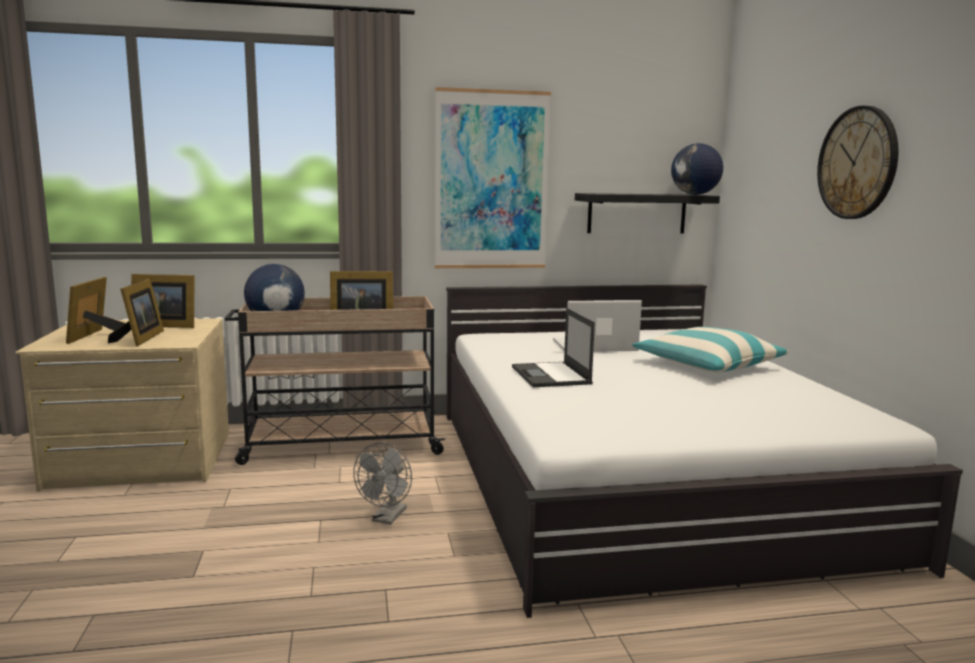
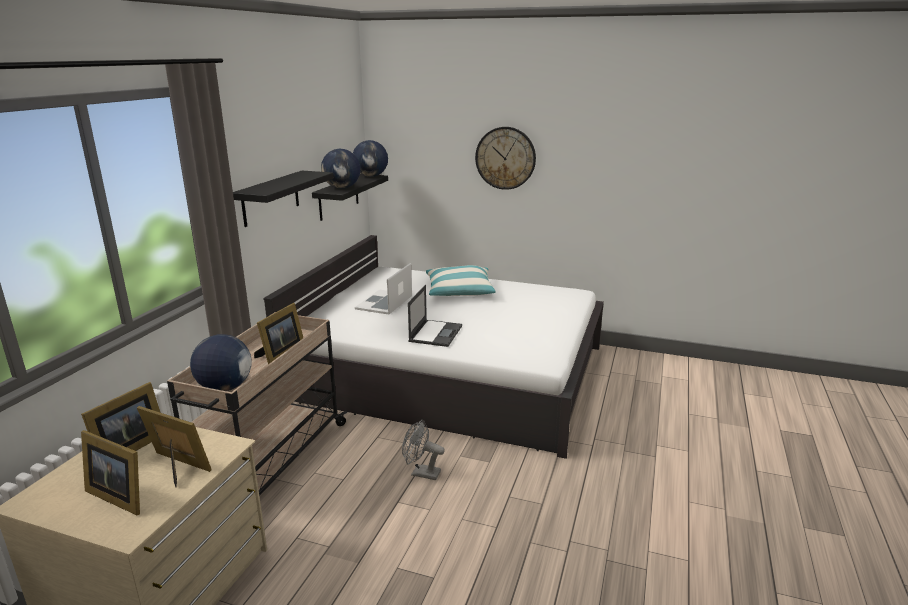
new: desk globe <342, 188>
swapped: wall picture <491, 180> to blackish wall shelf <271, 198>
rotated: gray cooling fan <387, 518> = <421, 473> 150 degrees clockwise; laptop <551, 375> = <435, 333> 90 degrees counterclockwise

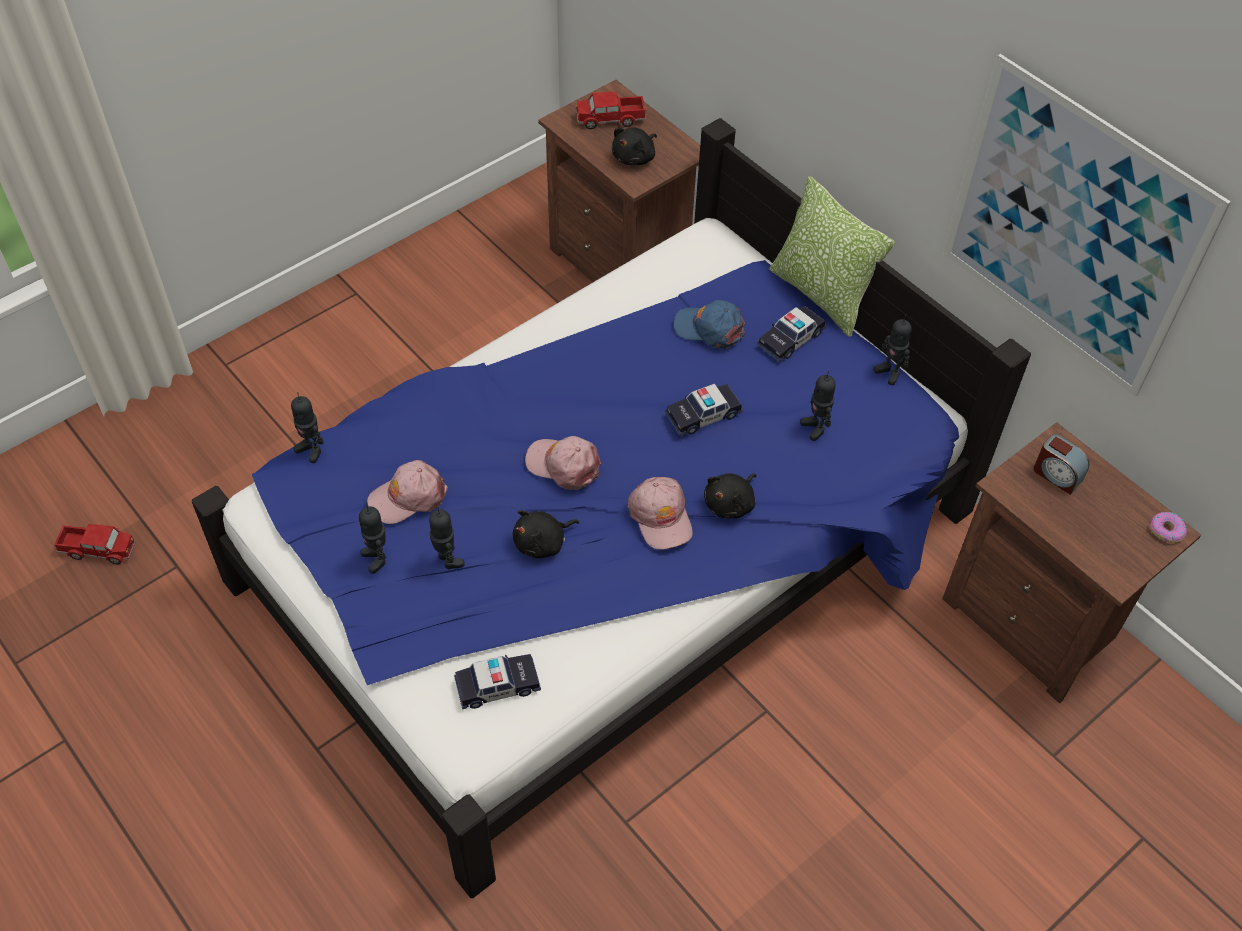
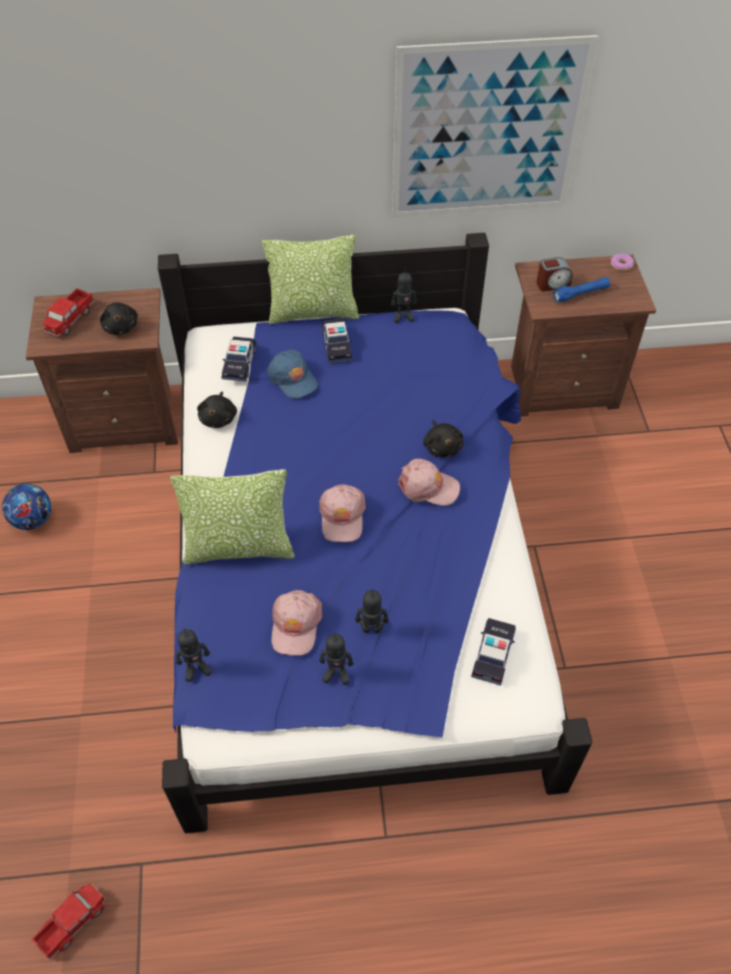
gone: model robot <815, 428>
new: football ball <33, 520>; cushion <239, 547>; blue-coloured torch <580, 294>
shifted: blackish plush toy <542, 543> to <219, 418>; model car <703, 415> to <239, 363>
rotated: pink peaked cap <563, 465> = <342, 517> 60 degrees counterclockwise; blue-coloured peaked cap <709, 328> = <293, 378> 90 degrees counterclockwise

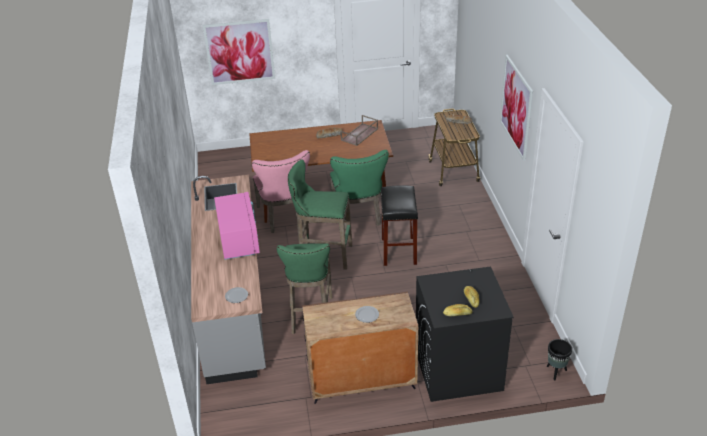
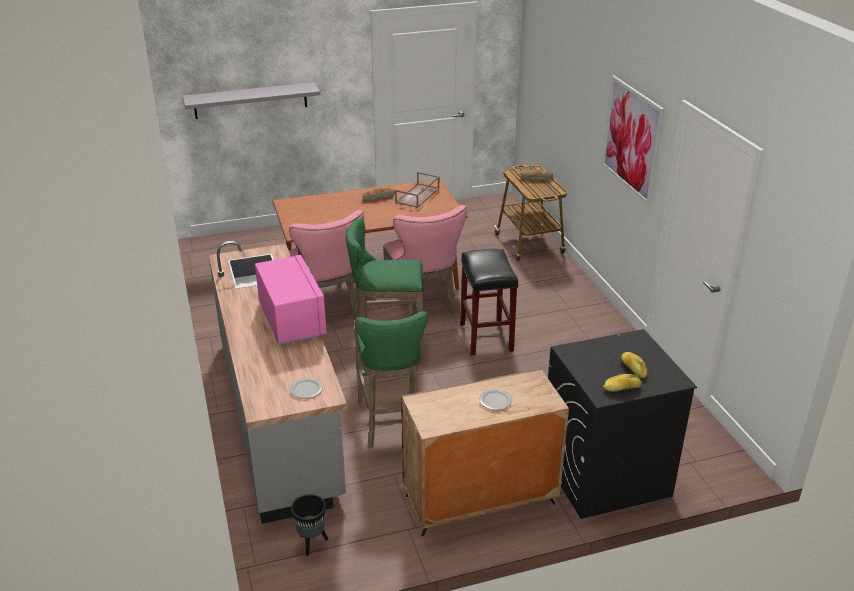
shifted: blackish planter <555, 372> to <311, 543>
swapped: wall picture <239, 52> to gray wall shelf <250, 100>
repainted: green-coloured chair <358, 216> to pink chair <423, 299>

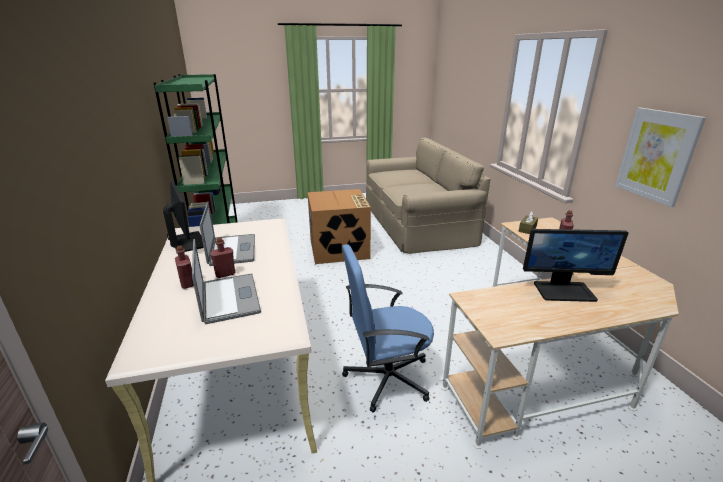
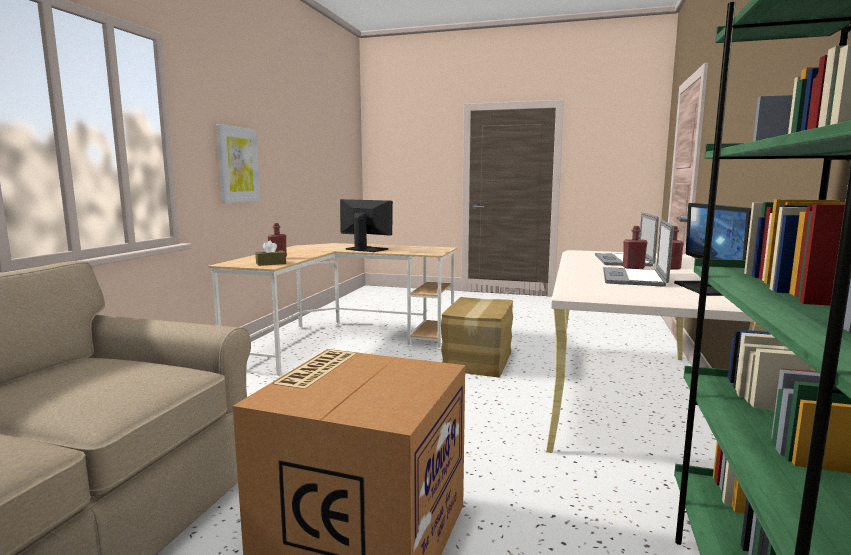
swapped: blue-coloured desk chair <386, 377> to packing box <479, 360>

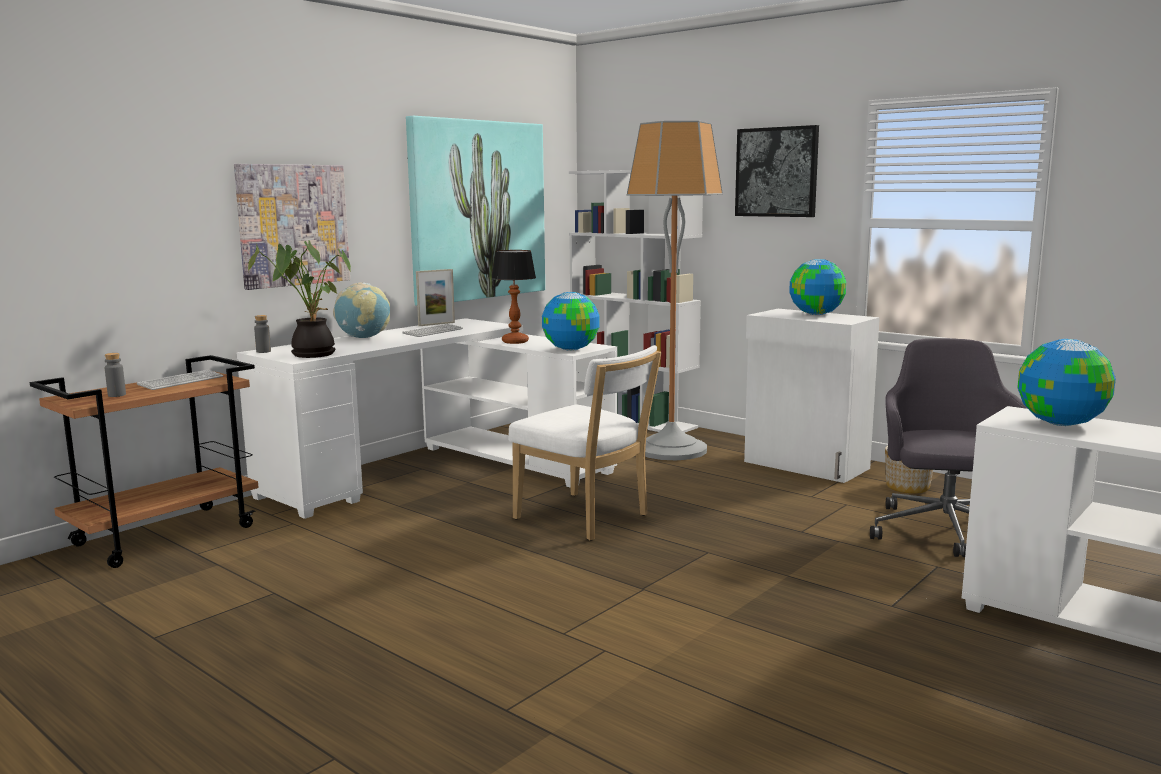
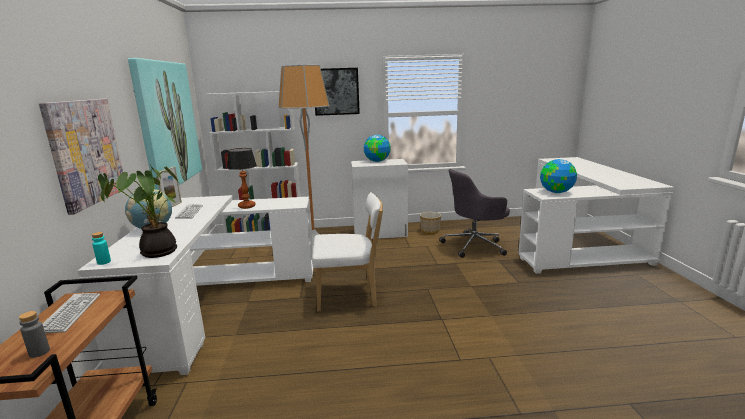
gone: desk globe <570, 349>
repainted: gray bottle <263, 351> to blue-green bottle <104, 262>
rotated: gray desk chair <944, 532> = <474, 245> 75 degrees counterclockwise

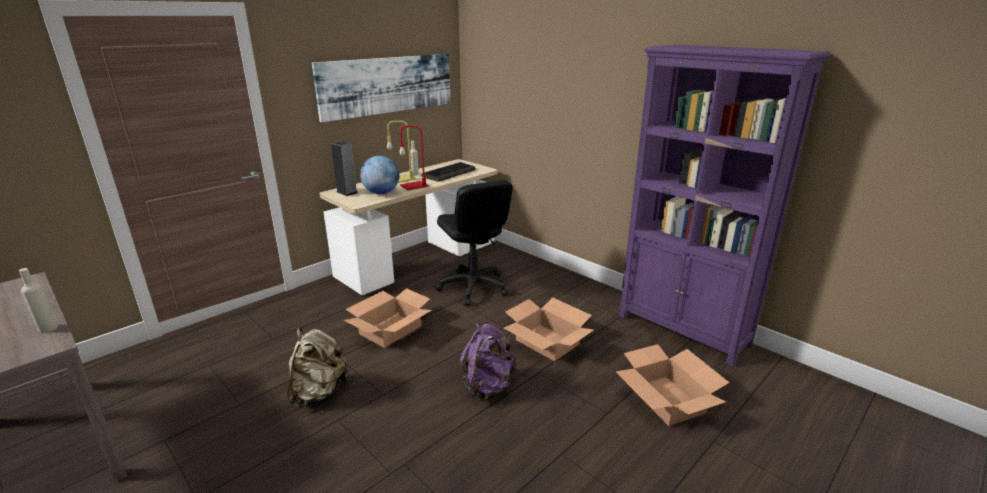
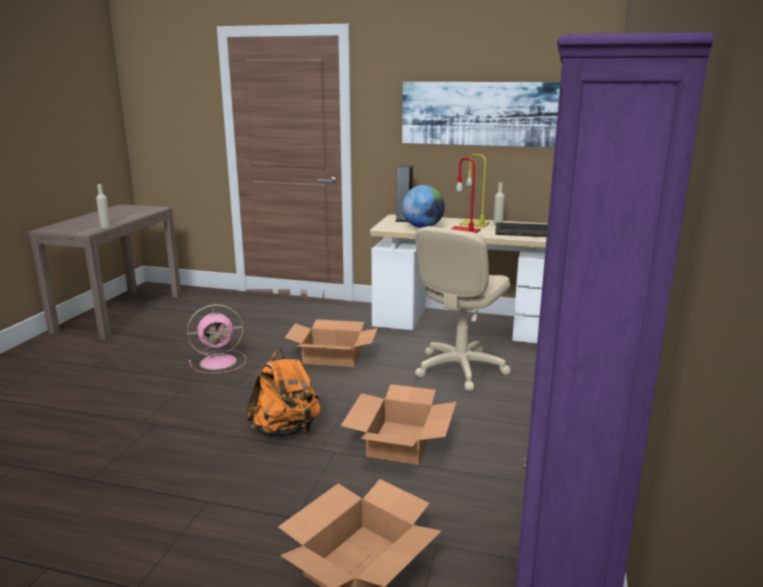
swapped: beige-coloured rucksack <319, 393> to pink cooling fan <220, 361>
repainted: blackish desk chair <473, 287> to beige-coloured desk chair <459, 369>; purple-coloured rucksack <488, 387> to orange-coloured rucksack <285, 430>

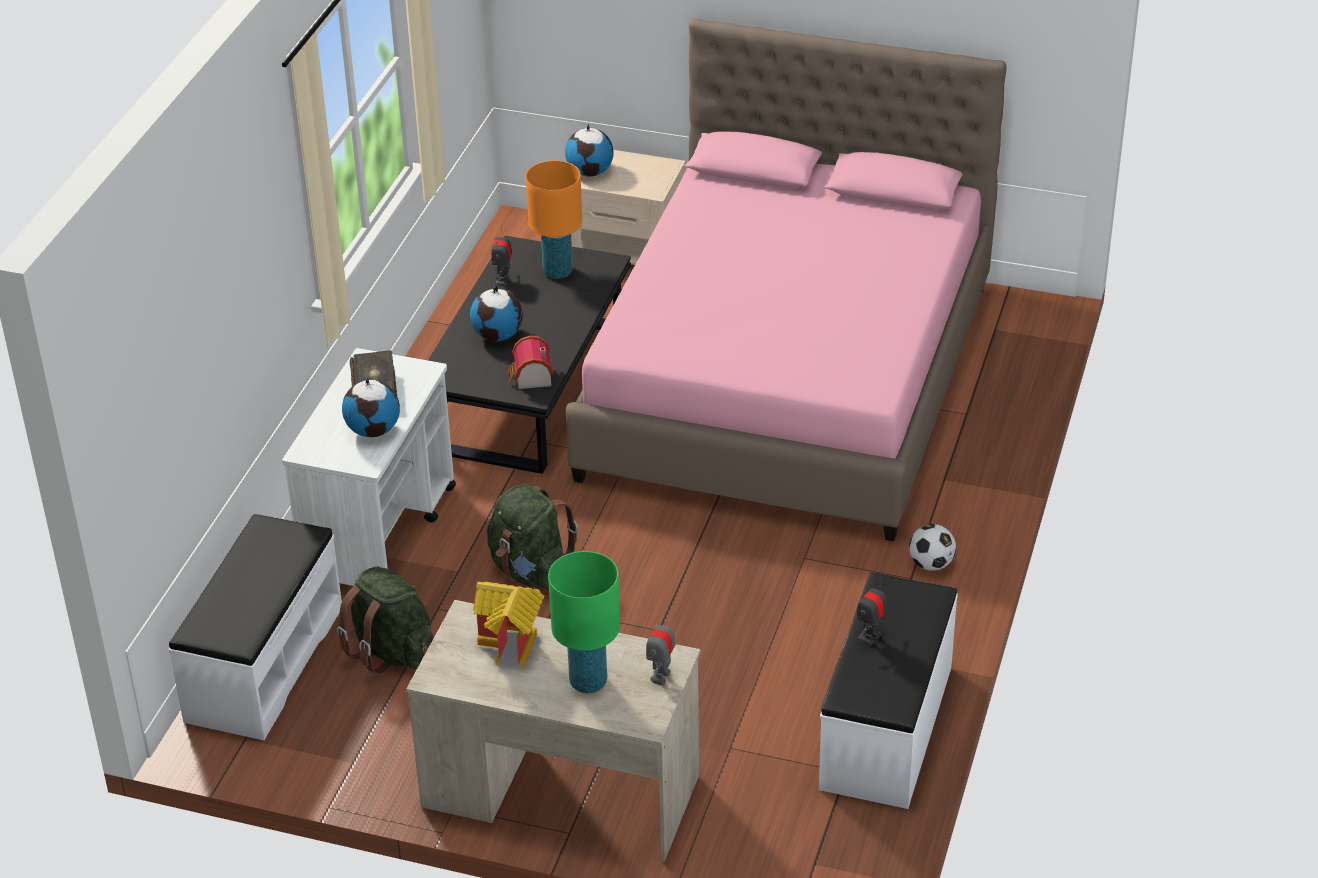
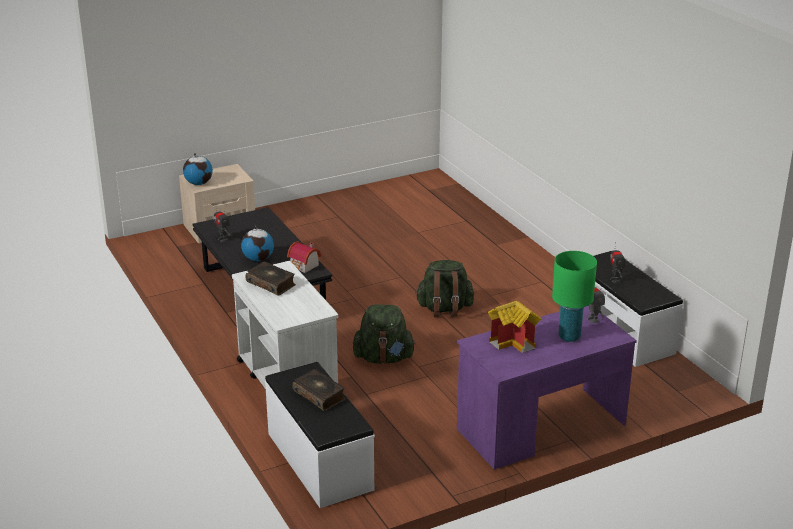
gone: desk globe <373, 430>; orange-coloured tabletop lamp <557, 272>; pink bed <789, 379>; football ball <931, 564>
new: book <319, 395>
shifted: green-coloured rucksack <392, 651> to <444, 309>
repainted: beige-coloured desk <560, 791> to purple-coloured desk <540, 427>

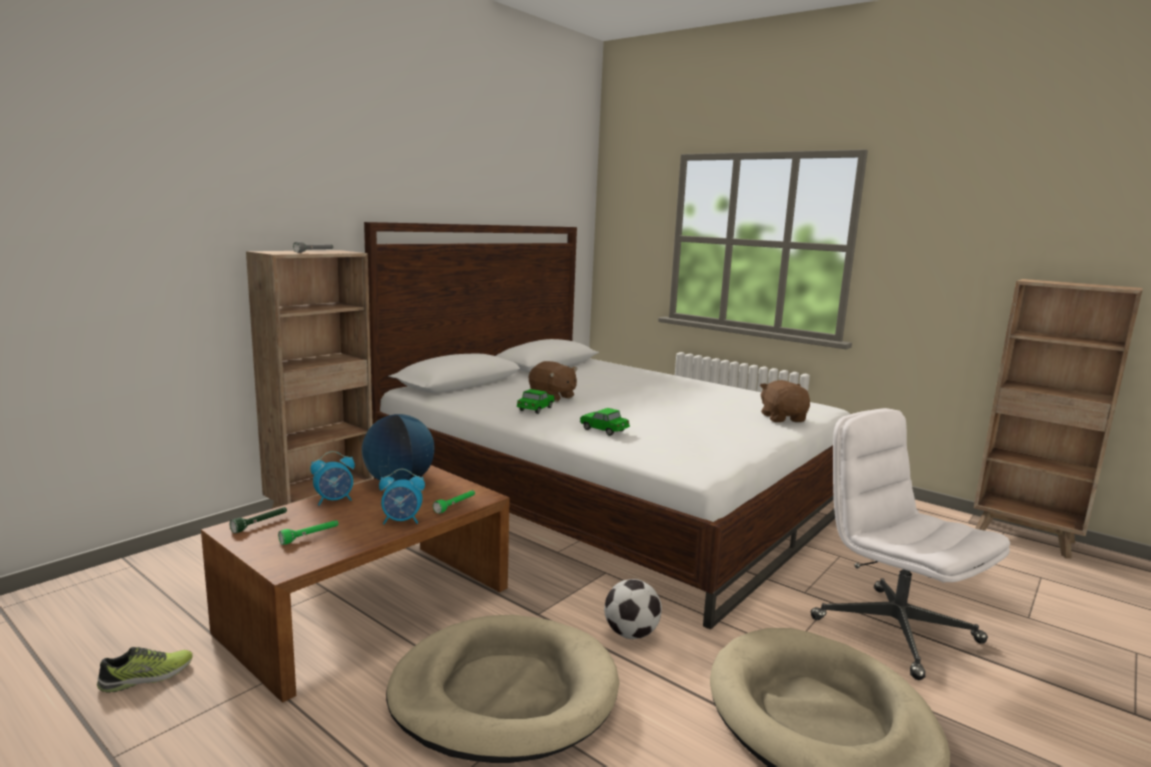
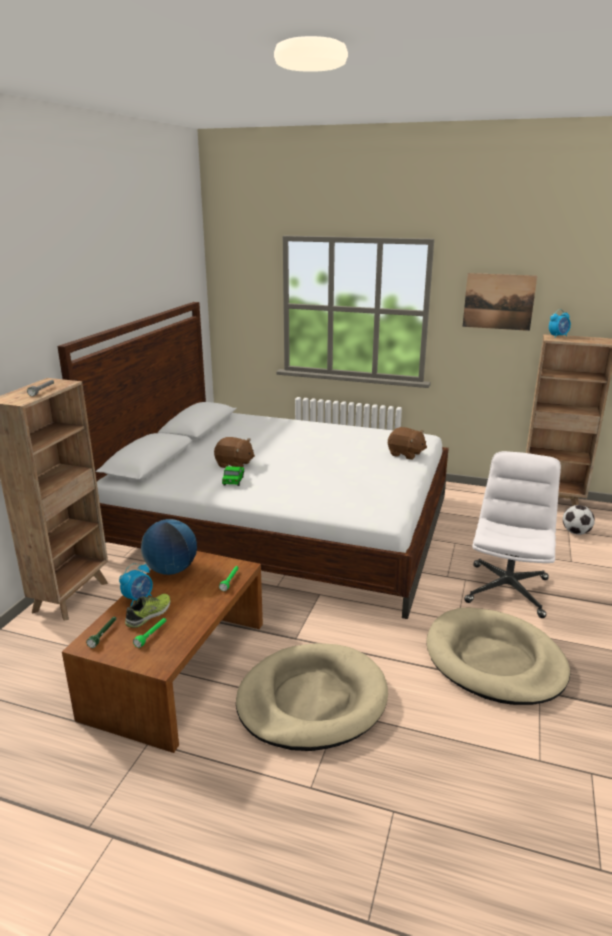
gone: model car <604, 430>
new: wall picture <498, 301>
shifted: low shoe <147, 677> to <149, 614>; bedside clock <402, 521> to <558, 336>; football ball <630, 634> to <575, 532>
rotated: brown plush toy <783, 418> = <405, 454> 150 degrees clockwise; white-coloured desk chair <893, 629> = <506, 589> 75 degrees clockwise

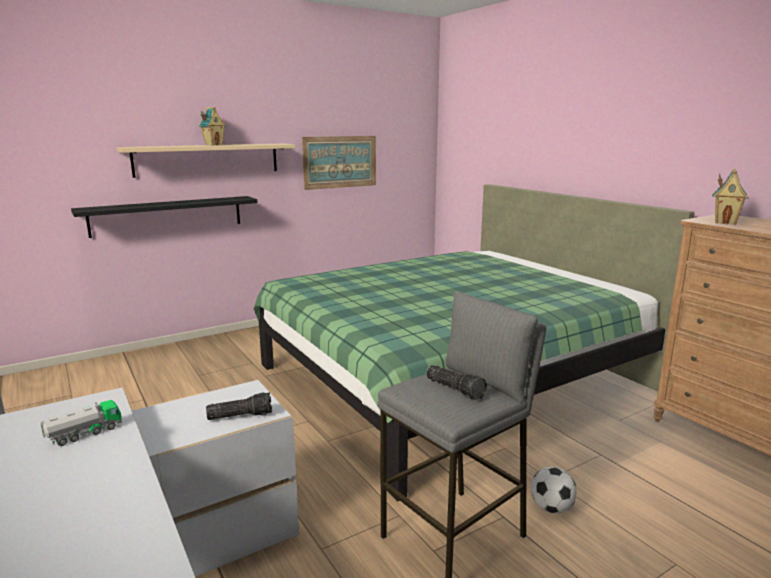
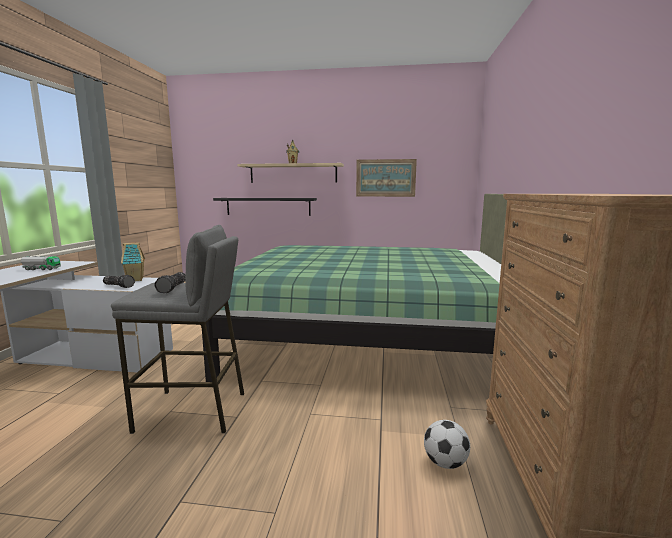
shifted: football ball <551, 508> to <445, 463>; toy house <725, 222> to <136, 280>

